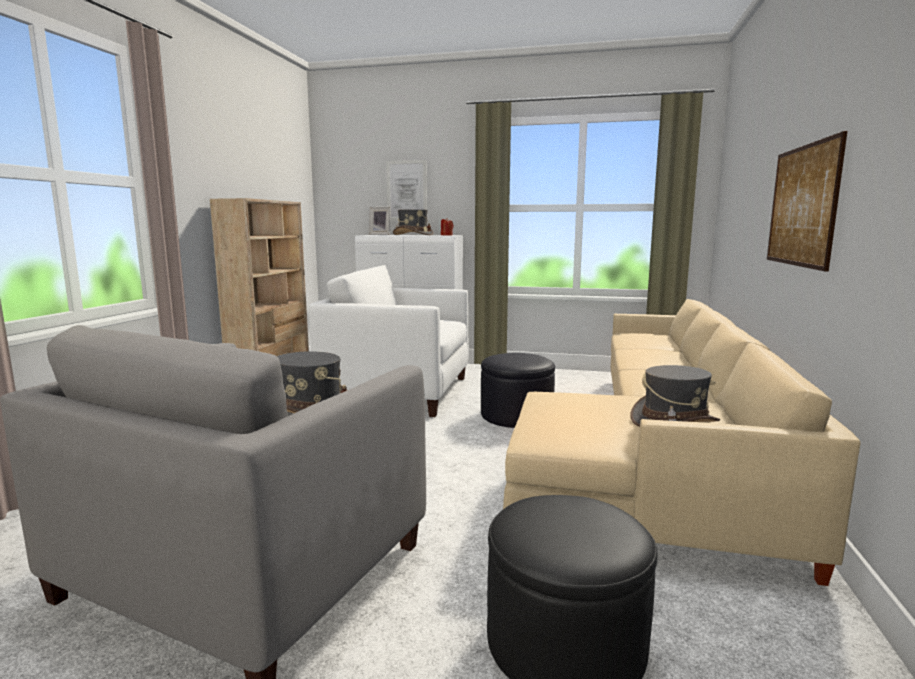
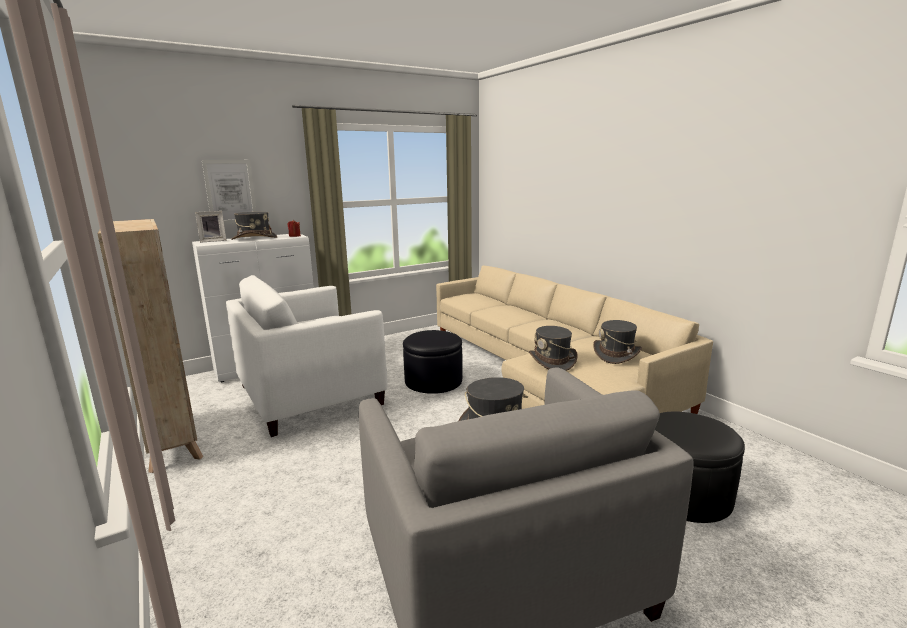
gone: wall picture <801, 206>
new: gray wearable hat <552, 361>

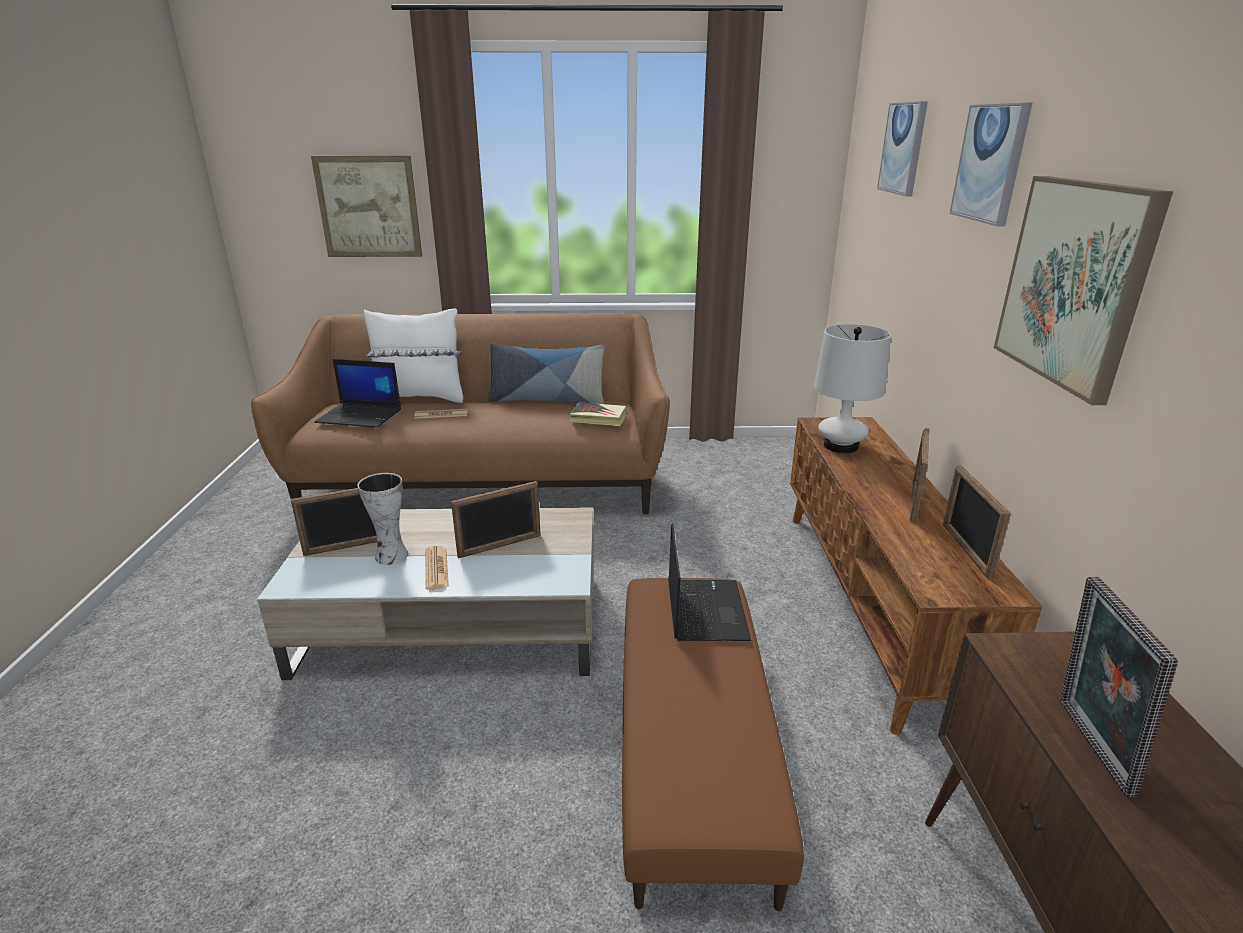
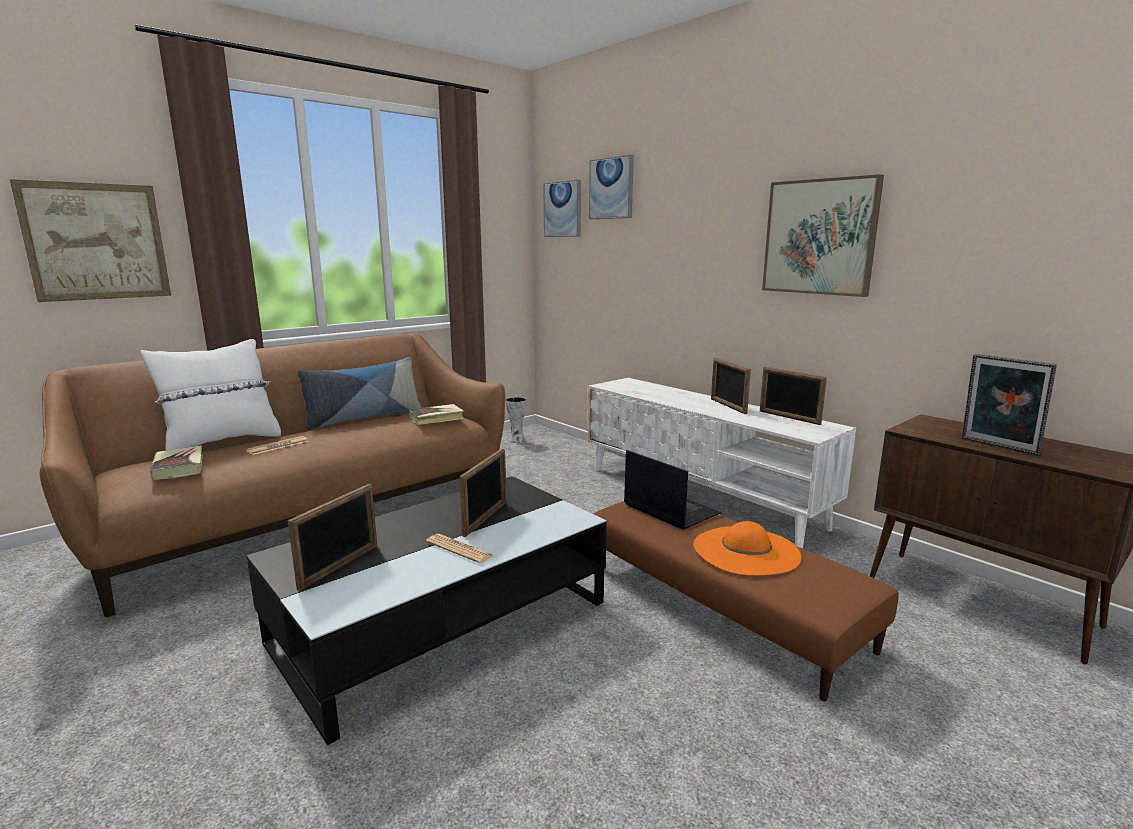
gone: white-coloured tabletop lamp <840, 446>
new: orange-coloured wearable hat <746, 550>
shifted: flower vase <390, 556> to <516, 440>; wall picture <990, 163> to <563, 209>
swapped: laptop <361, 416> to book <179, 467>
repainted: beige-coloured low table <452, 624> to blackish low table <442, 622>; brown media console <871, 605> to white-coloured media console <700, 496>

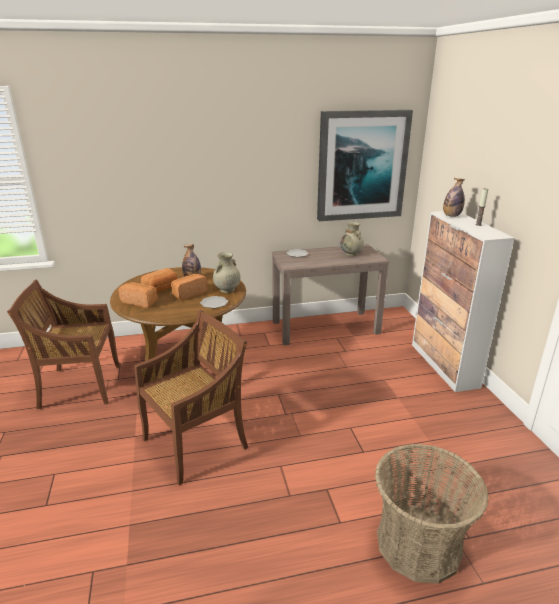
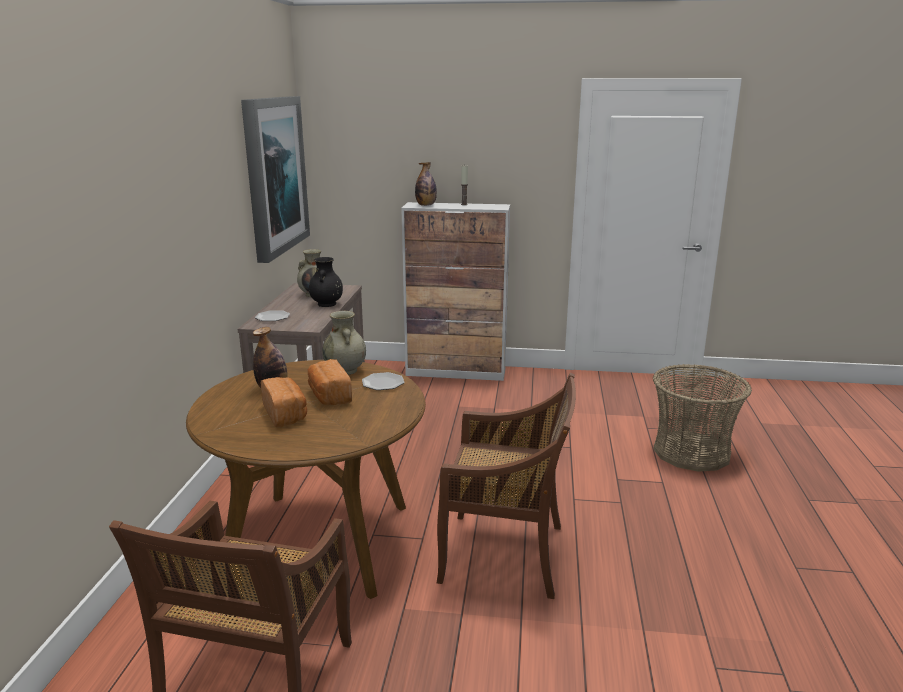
gone: bread <140, 302>
new: blackish flower vase <327, 304>
rotated: brown chair <196, 442> = <505, 554> 120 degrees clockwise

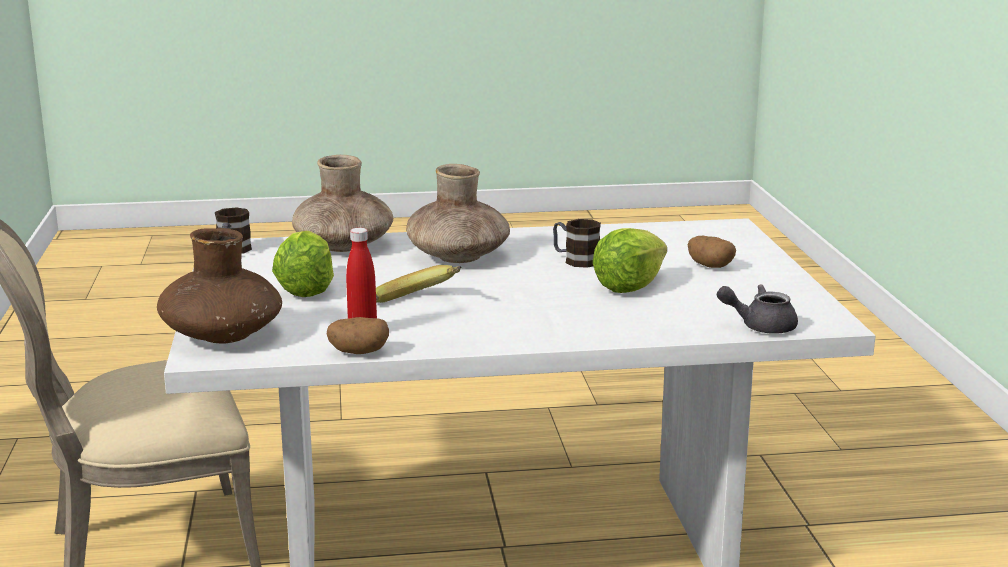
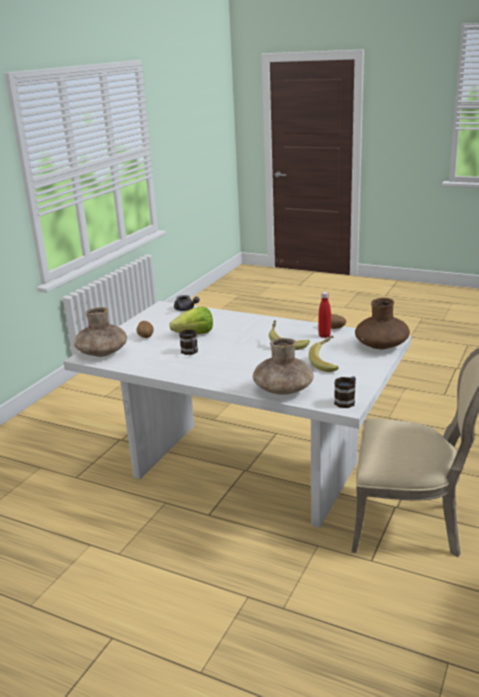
shifted: brown flower vase <458, 257> to <102, 353>
swapped: lettuce head <307, 289> to banana fruit <328, 363>

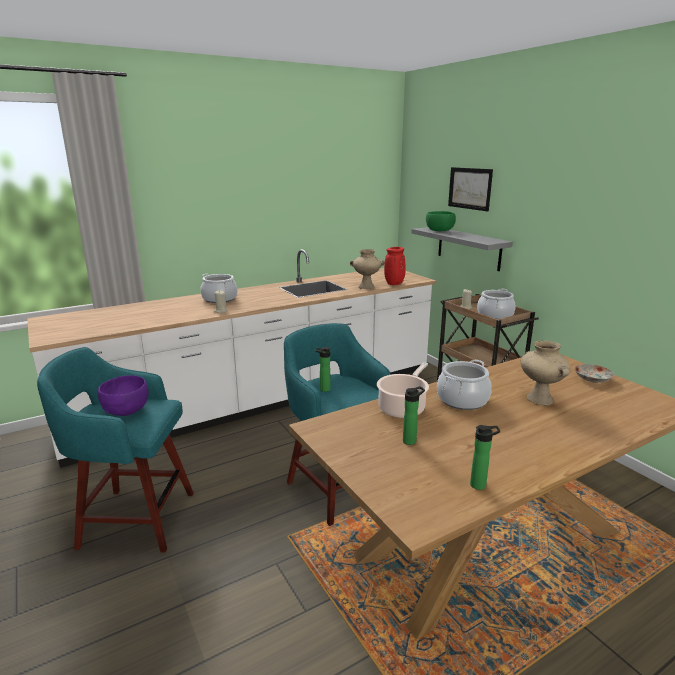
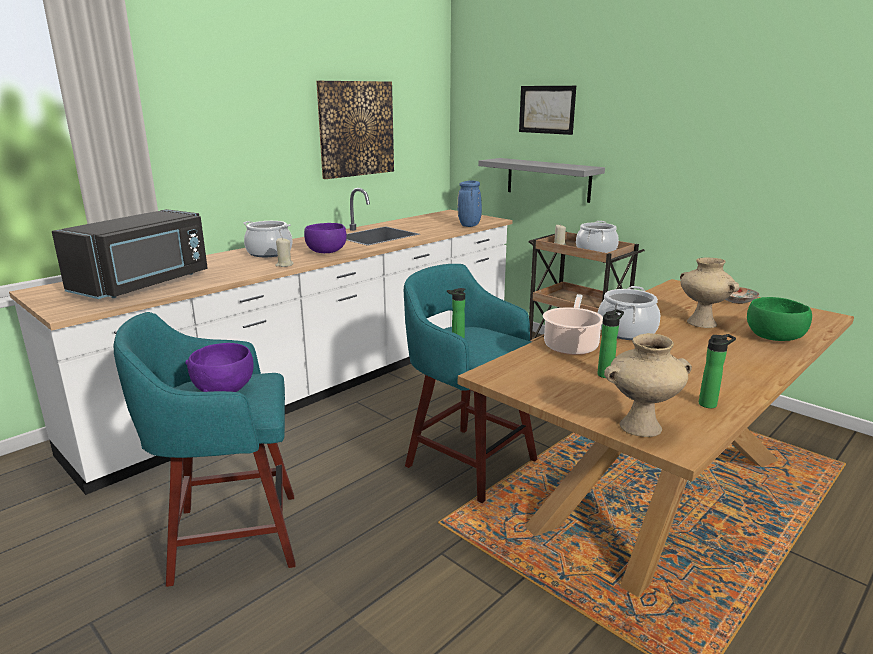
new: blackish kitchen microwave <145, 284>; purple-coloured bowl <326, 252>; wall picture <356, 129>
shifted: beige-coloured flower vase <366, 287> to <640, 427>; green-coloured bowl <440, 231> to <775, 337>
repainted: reddish flower vase <394, 284> to blue-coloured flower vase <469, 226>

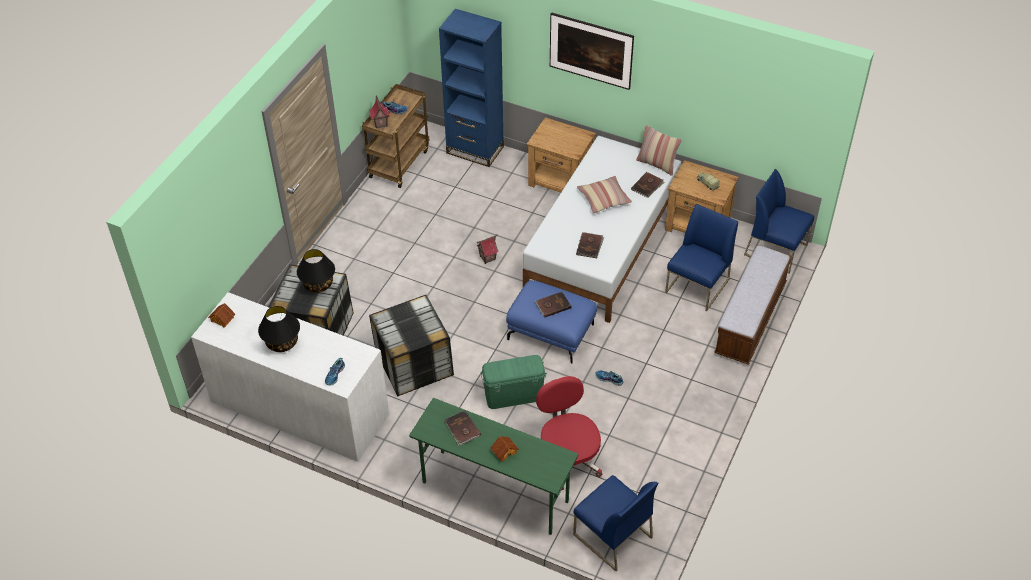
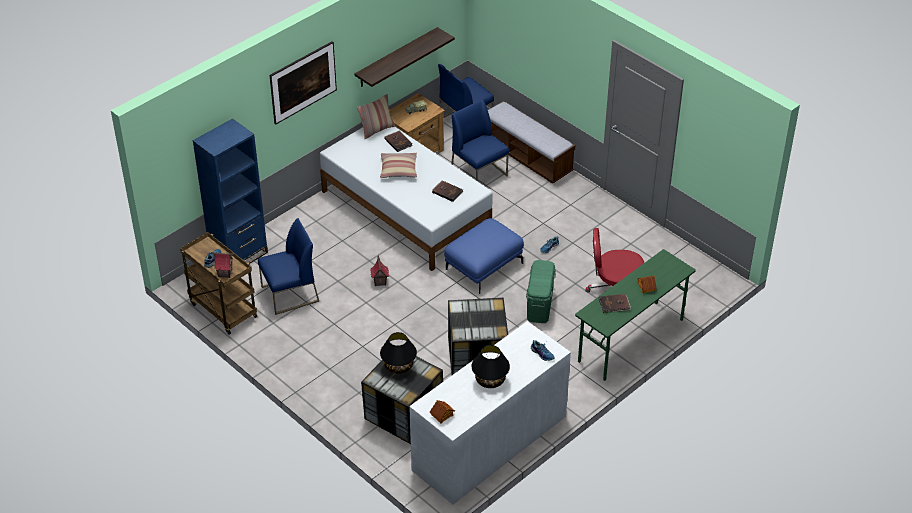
gone: brown nightstand <561, 181>; brown book <552, 305>
new: wall shelf <396, 58>
shifted: blue-coloured chair <612, 536> to <289, 294>

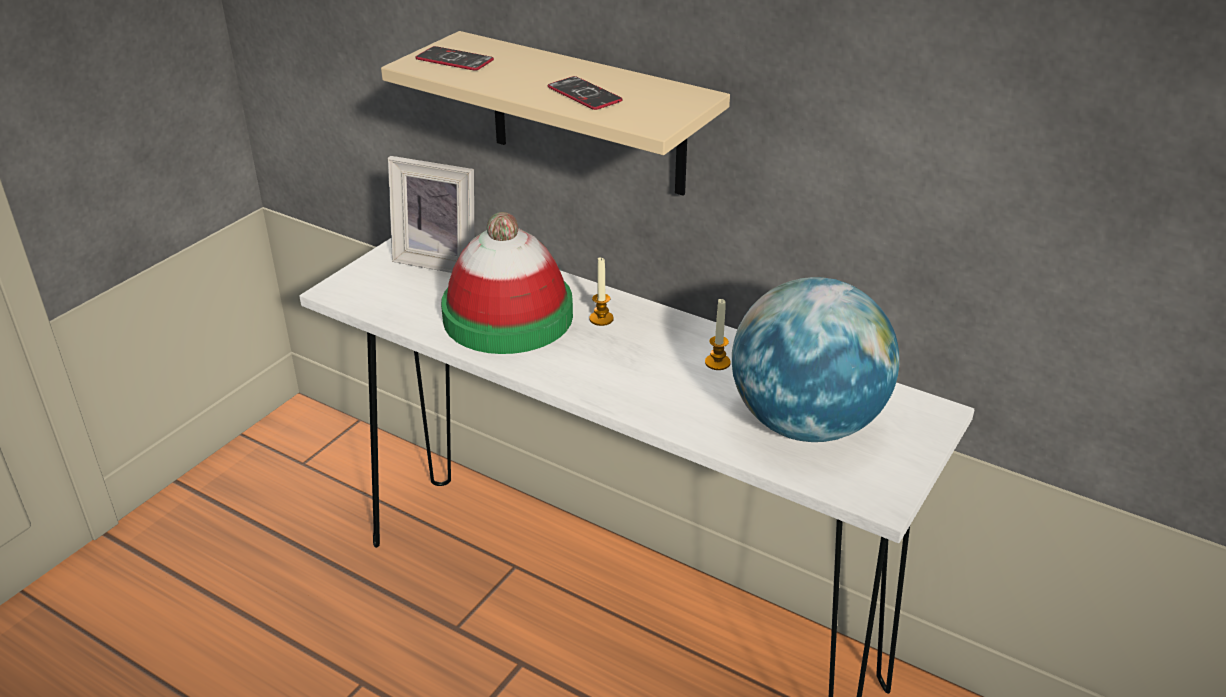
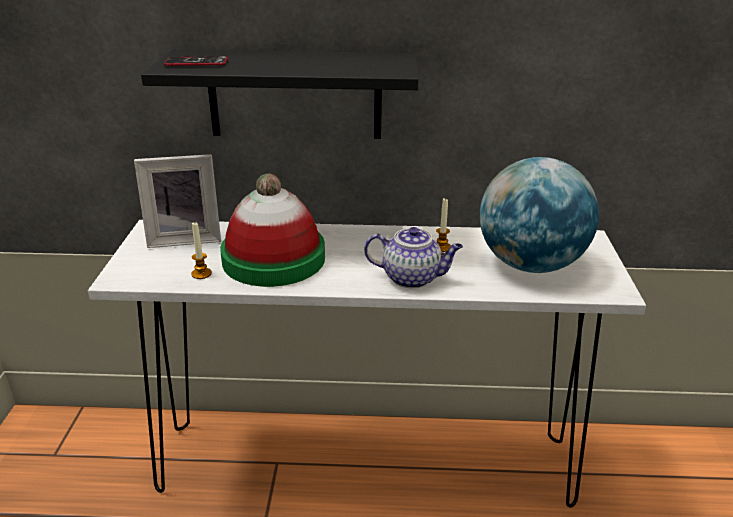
gone: handset <584, 95>
new: tea pot <412, 278>
shifted: wax candle <601, 319> to <201, 274>
repainted: beige-coloured wall shelf <587, 114> to blackish wall shelf <295, 94>

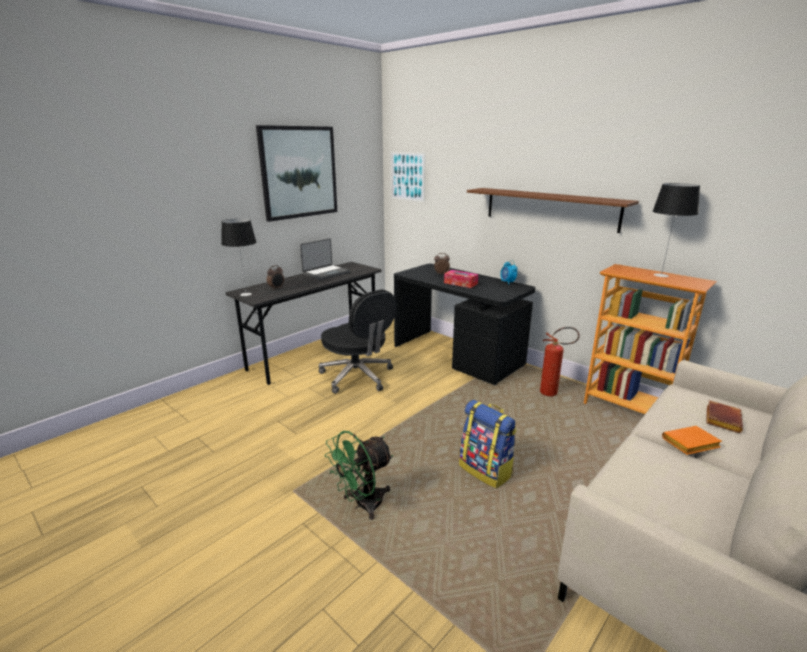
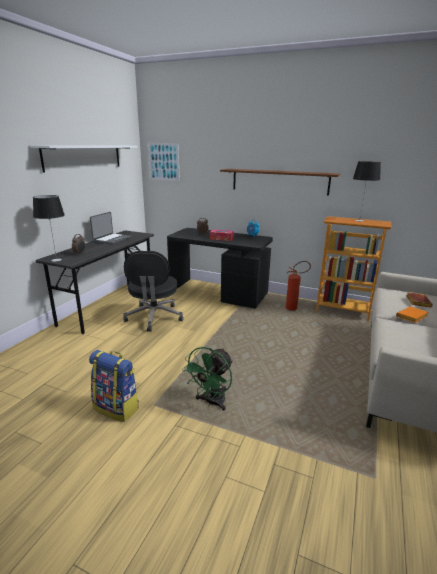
shifted: rucksack <486, 470> to <117, 408>
swapped: wall picture <299, 172> to white-coloured wall shelf <84, 157>
rotated: blackish desk chair <358, 377> = <154, 317> 60 degrees clockwise

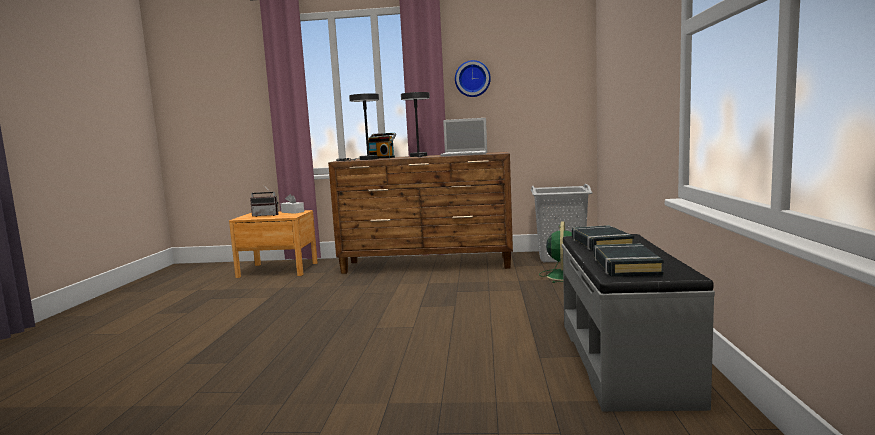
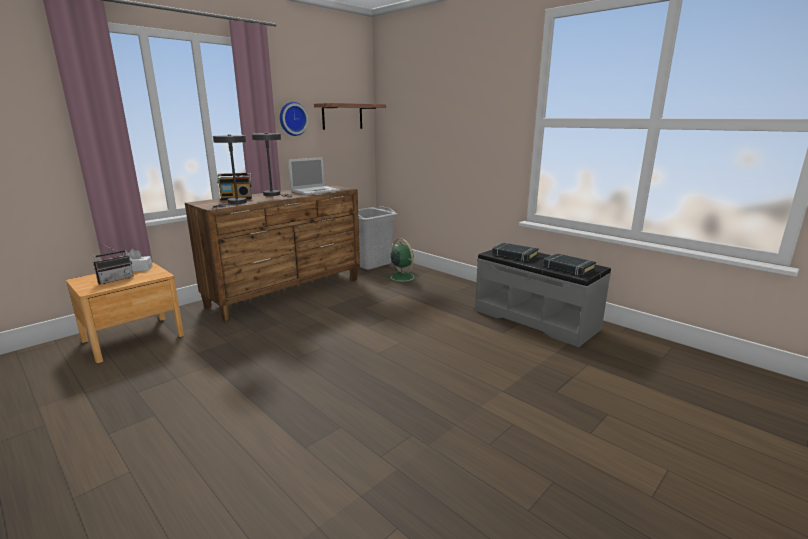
new: wall shelf <342, 116>

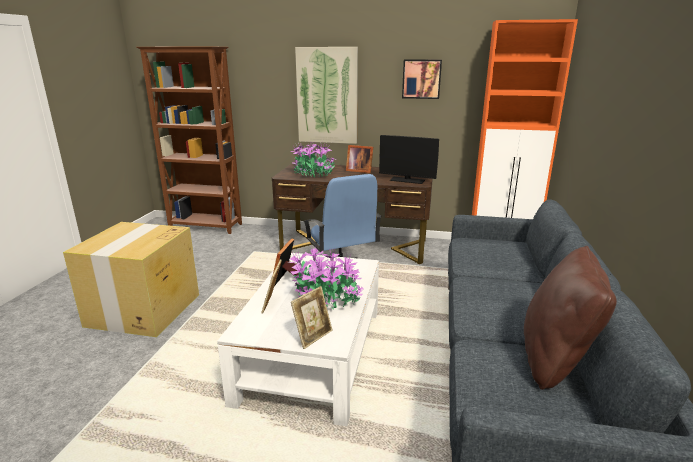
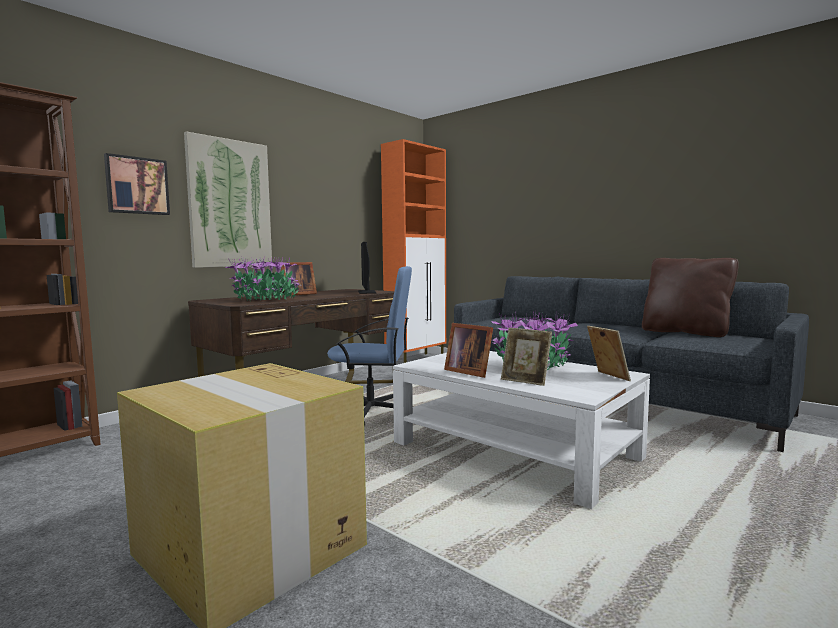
shifted: wall picture <421, 79> to <137, 186>
rotated: monitor <407, 180> = <367, 292> 120 degrees clockwise

